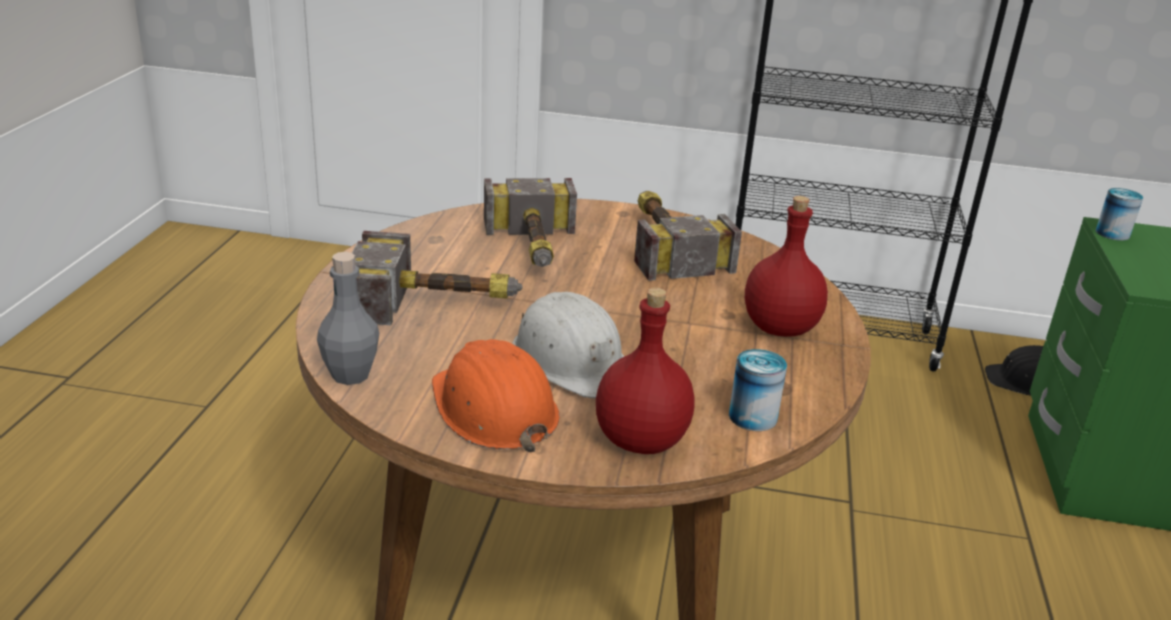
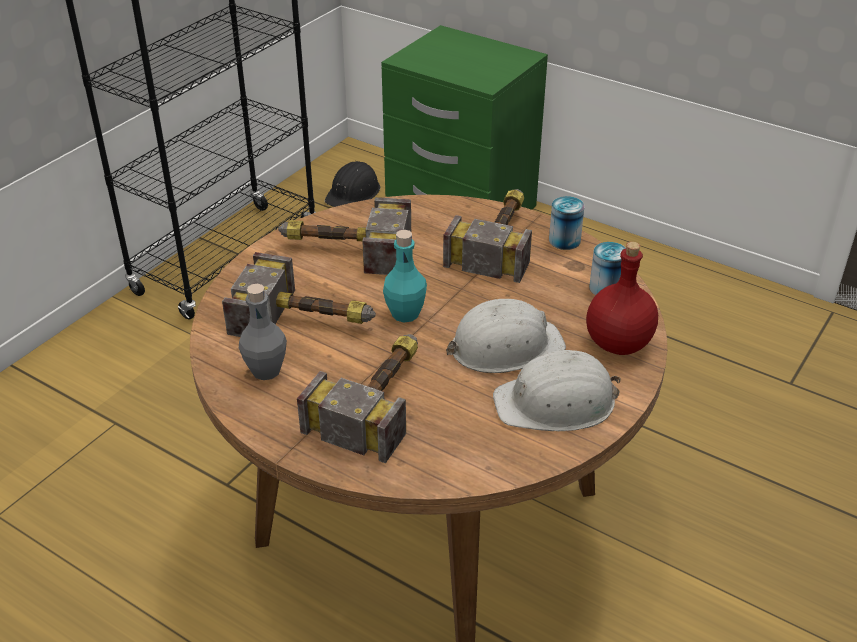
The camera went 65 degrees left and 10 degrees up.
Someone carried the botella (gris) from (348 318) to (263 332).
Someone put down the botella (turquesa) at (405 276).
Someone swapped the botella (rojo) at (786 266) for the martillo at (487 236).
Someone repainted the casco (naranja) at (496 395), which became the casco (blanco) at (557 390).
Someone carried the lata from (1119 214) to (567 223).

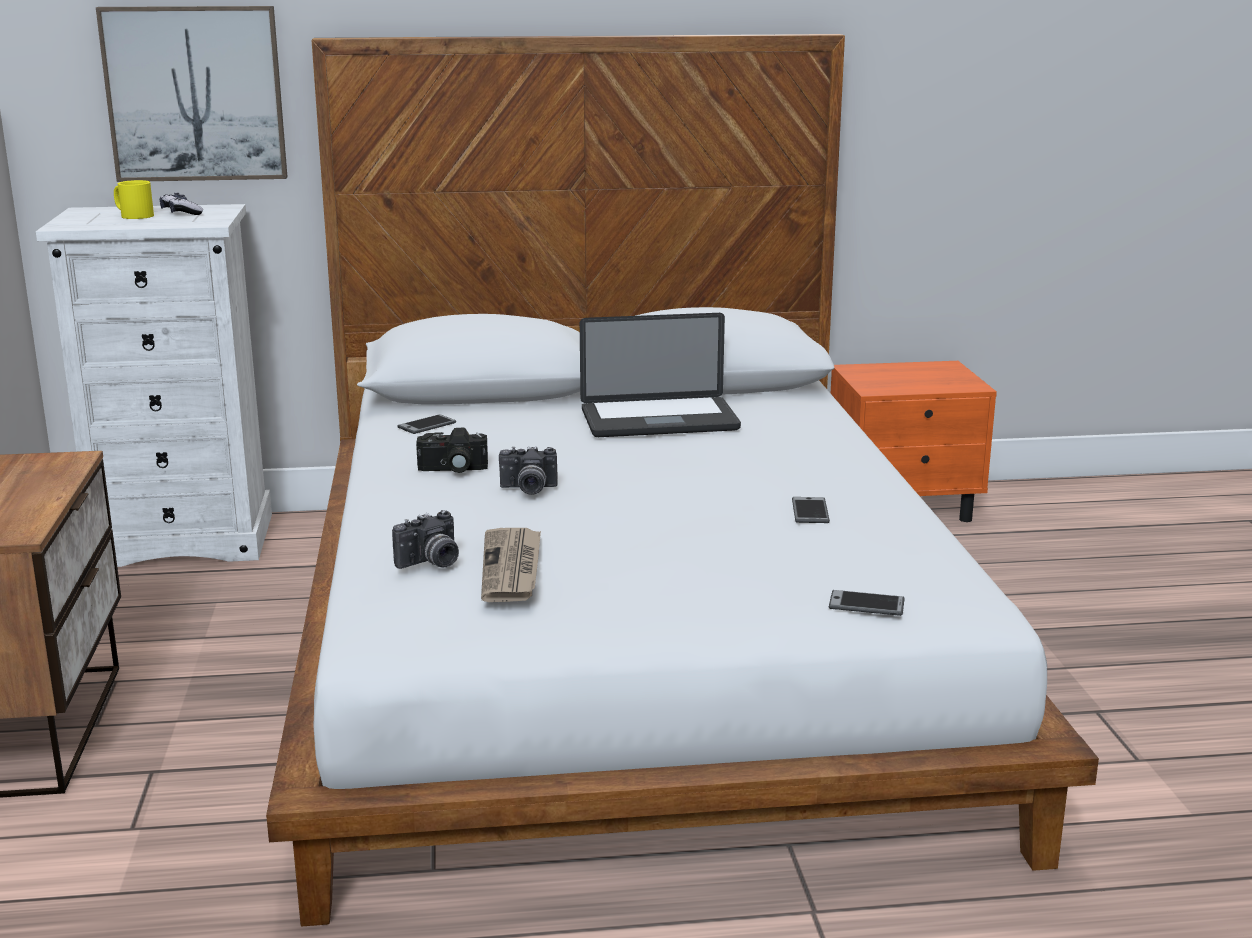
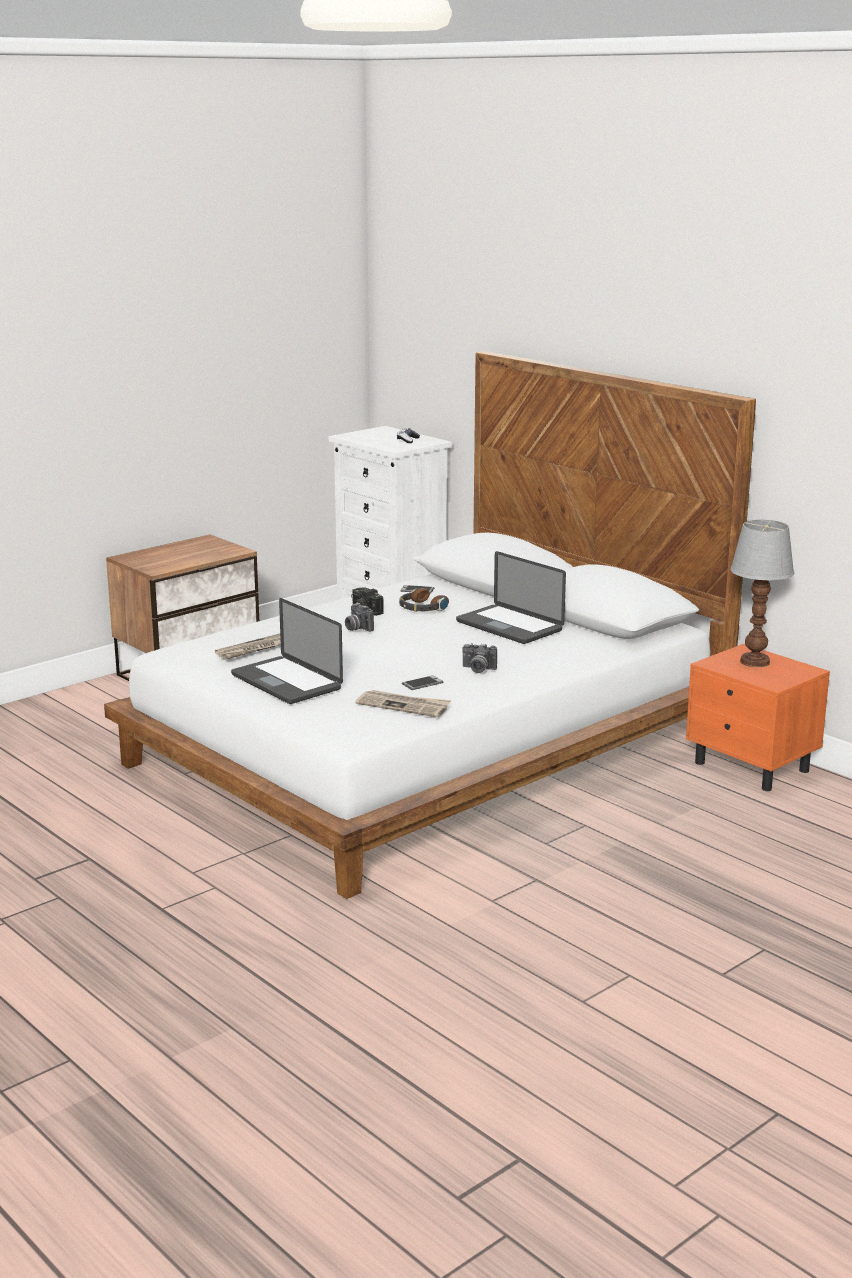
The camera went 55 degrees right and 0 degrees up.
Someone put down the portátil at (287 651).
Someone put down the periódico at (403 703).
Someone put down the auriculares at (424 599).
Someone carried the cámara from (425 539) to (479 658).
Someone put down the lámpara de mesa at (762 593).
Someone took away the cuadro at (191 94).
Someone took away the taza grande (amarillo) at (134 199).
Someone took away the móvil at (866 603).

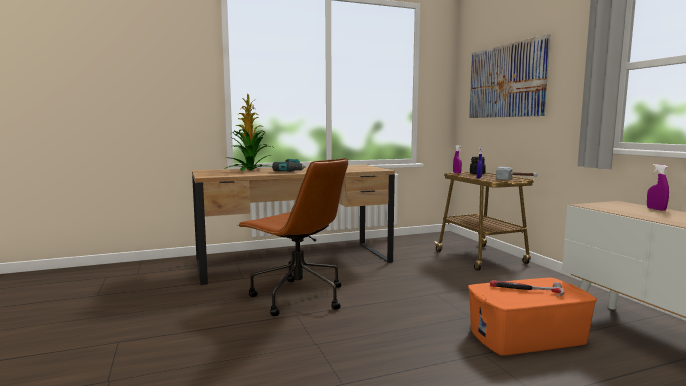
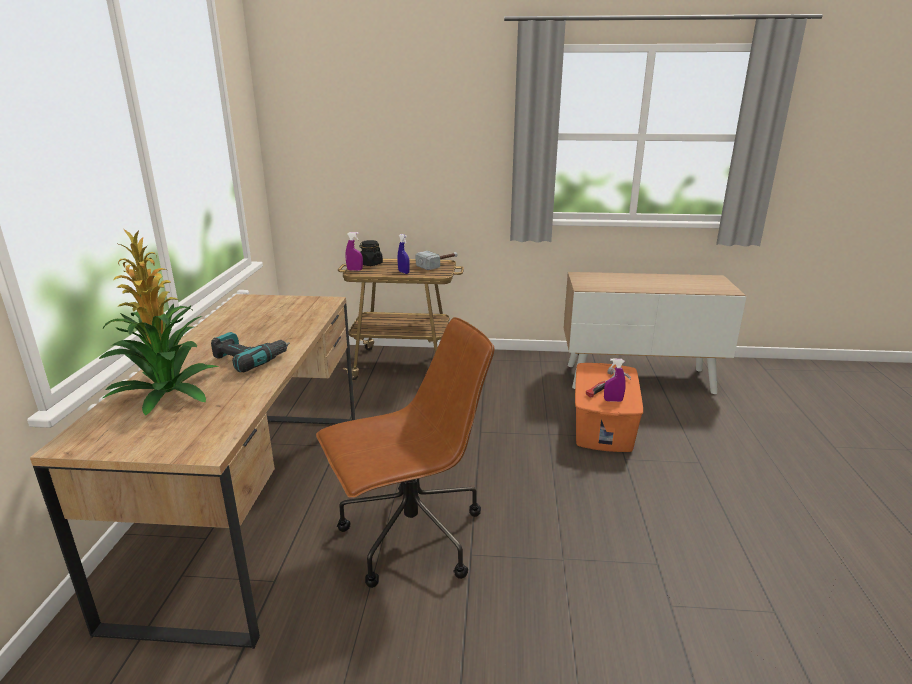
The camera went 65 degrees left and 15 degrees up.
Someone carried the pulverizador (morado) from (658 187) to (615 380).
Someone took away the cuadro at (509 76).

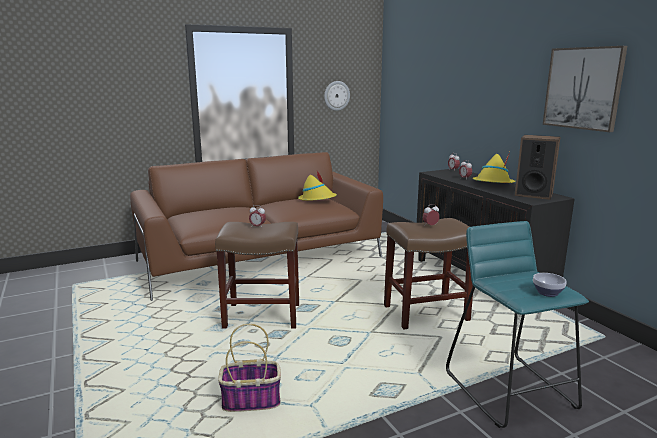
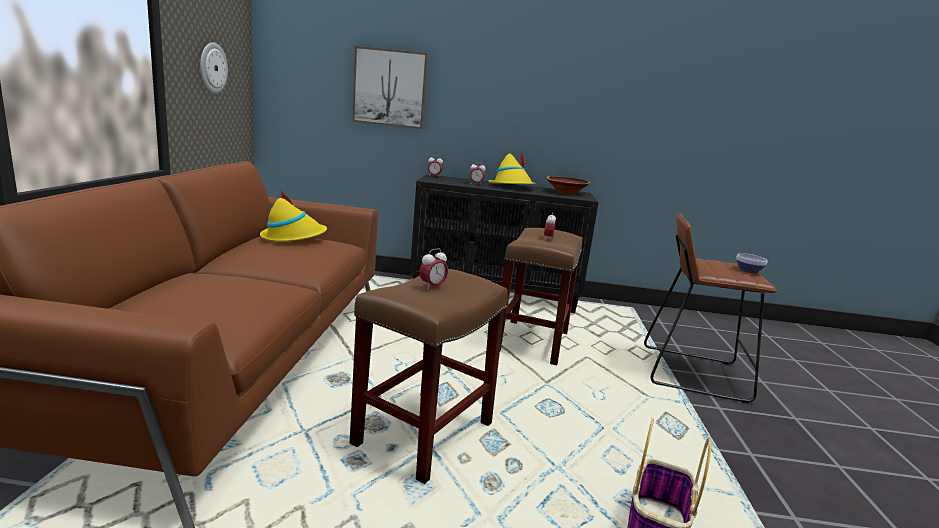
The camera went 60 degrees left and 0 degrees up.
Someone carried the cuadro from (585 89) to (390 87).
Someone swapped the altavoz at (537 167) for the cuenco (marrón) at (568 185).
Someone repainted the taburete (turquesa) at (517 324), which became the taburete (marrón) at (710 308).

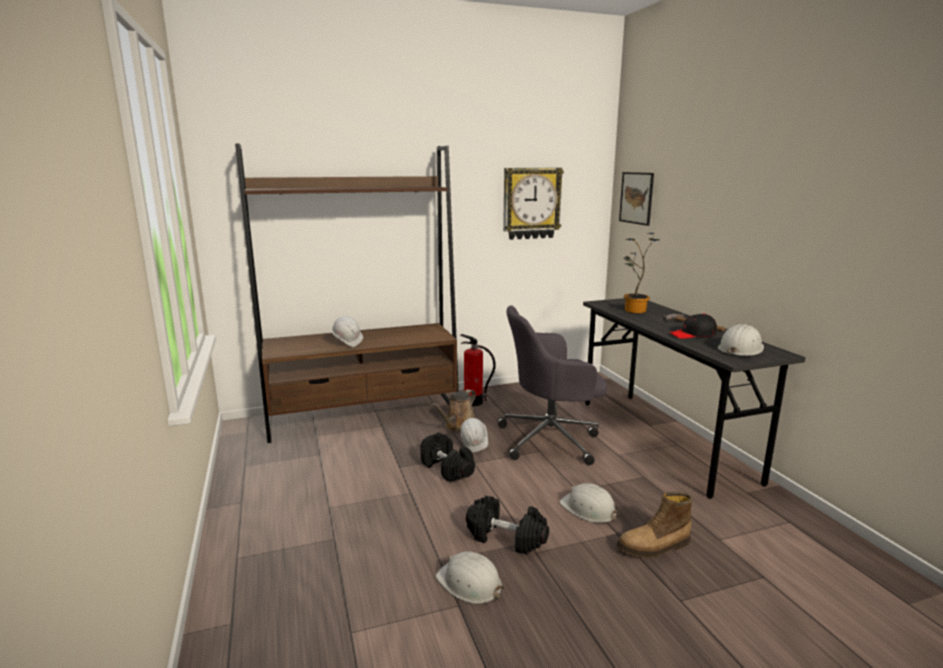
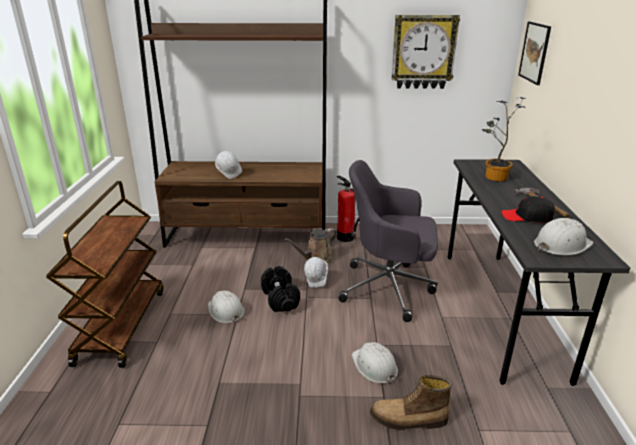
The camera went 20 degrees right and 10 degrees up.
Someone put down the carrito (marrón) at (104 274).
Someone carried the casco (blanco) from (469 577) to (226 307).
Someone took away the mancuerna (negro) at (507 525).

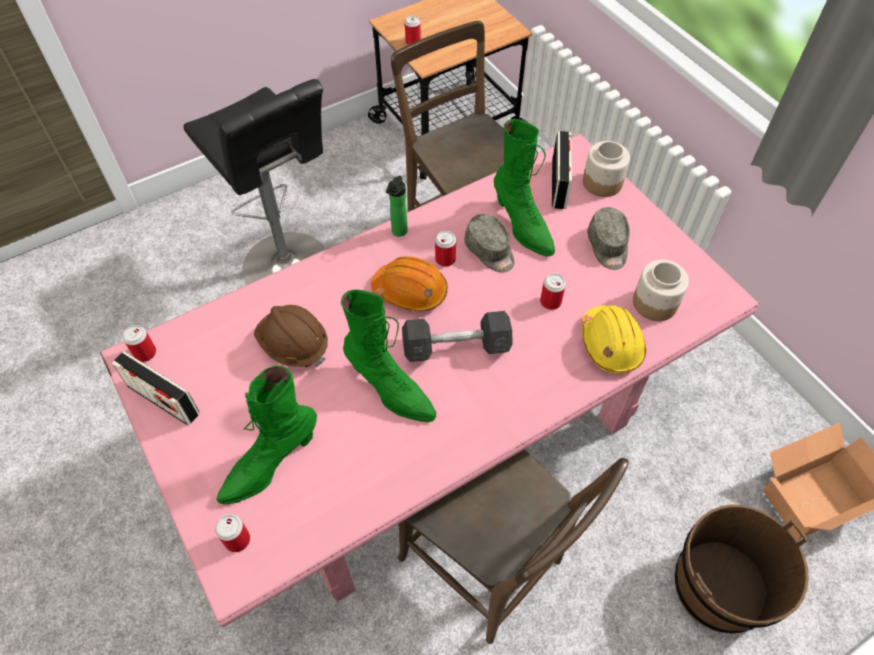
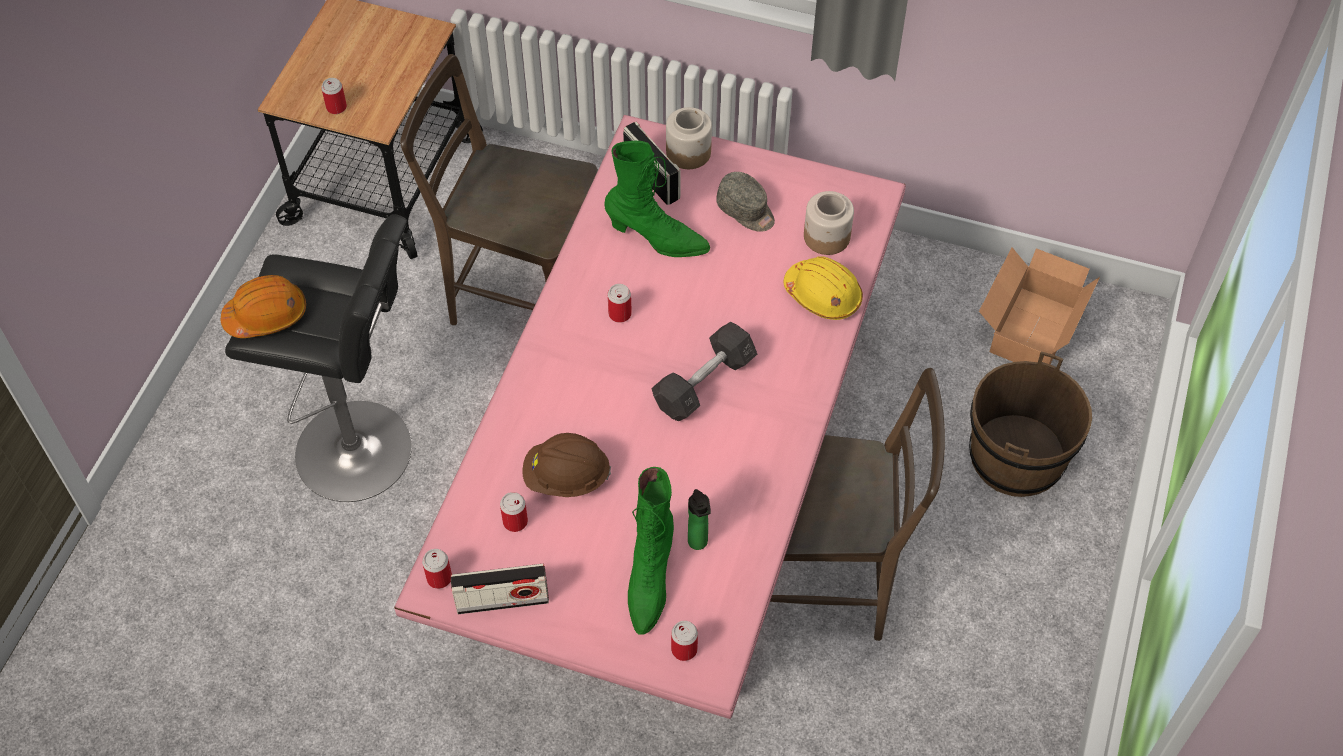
The camera went 40 degrees left and 0 degrees up.
Someone carried the casco (naranja) from (409 283) to (263 306).
Someone carried the lata from (553 291) to (514 512).
Someone carried the botella from (397 206) to (699 519).
Someone took away the bota (verde) at (388 355).
Someone took away the gorra (gris) at (489 243).

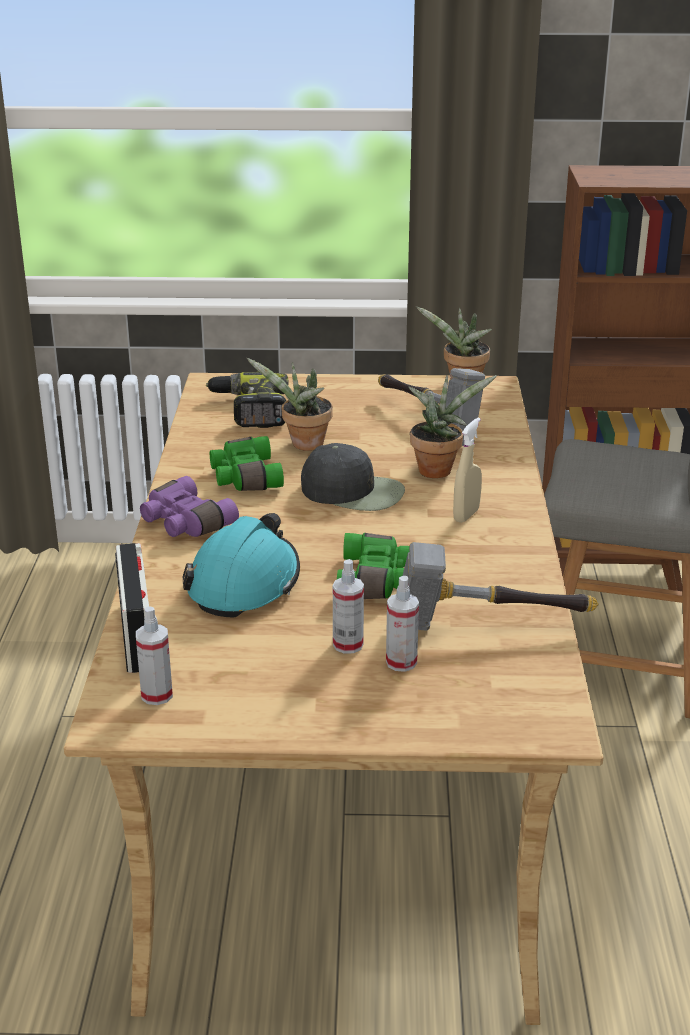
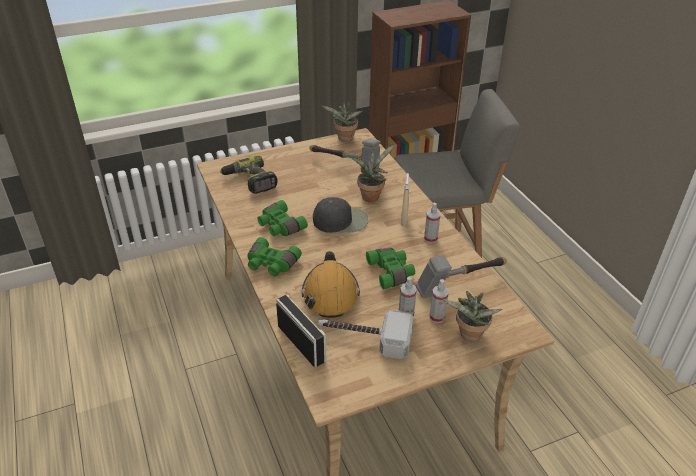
The camera went 25 degrees left and 10 degrees up.
Someone repainted the prismáticos (morado) at (189 506), which became the prismáticos (verde) at (274 256).
Someone repainted the casco (turquesa) at (241 565), which became the casco (naranja) at (331 284).
Someone put down the martillo at (366 334).
Someone carried the pulverizador from (154 655) to (432 223).
Someone carried the planta en maceta from (290 404) to (473 316).

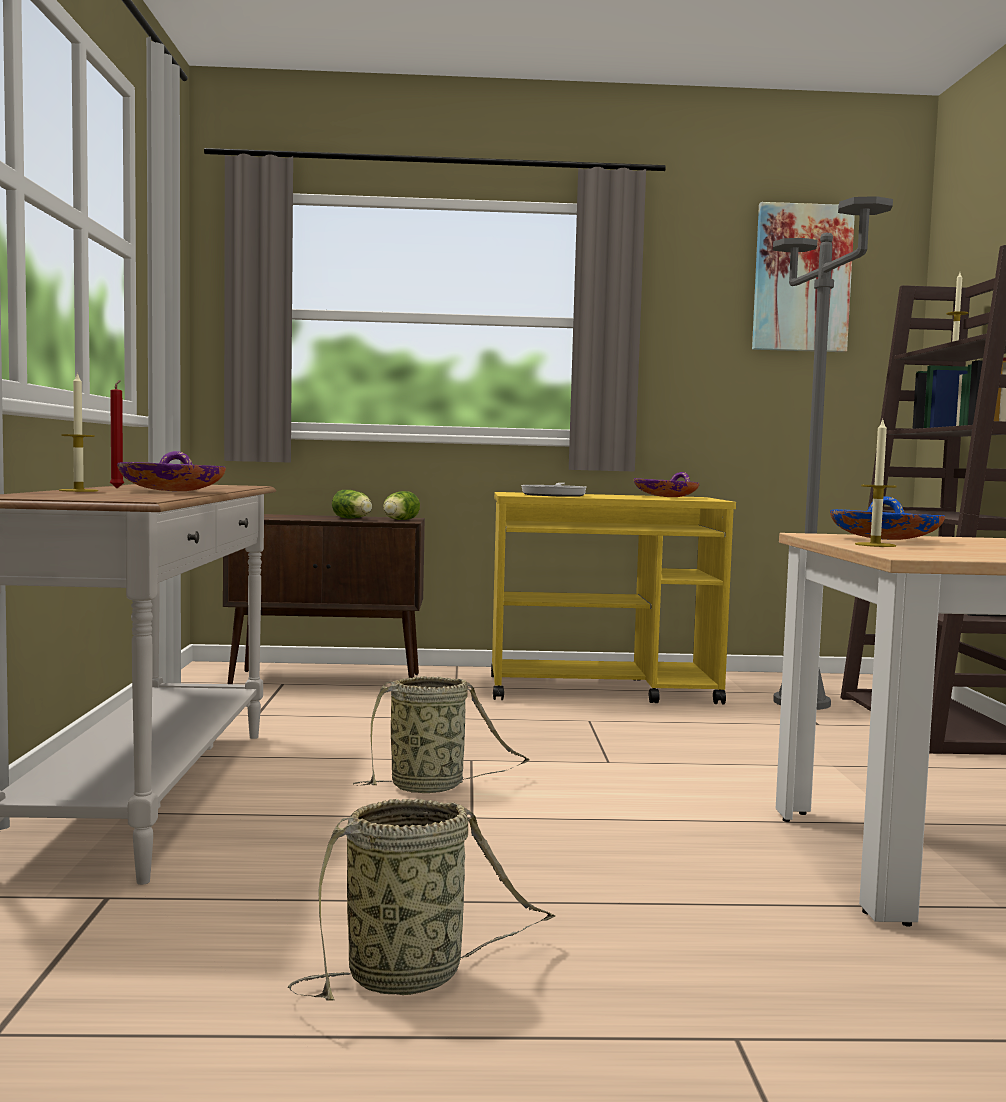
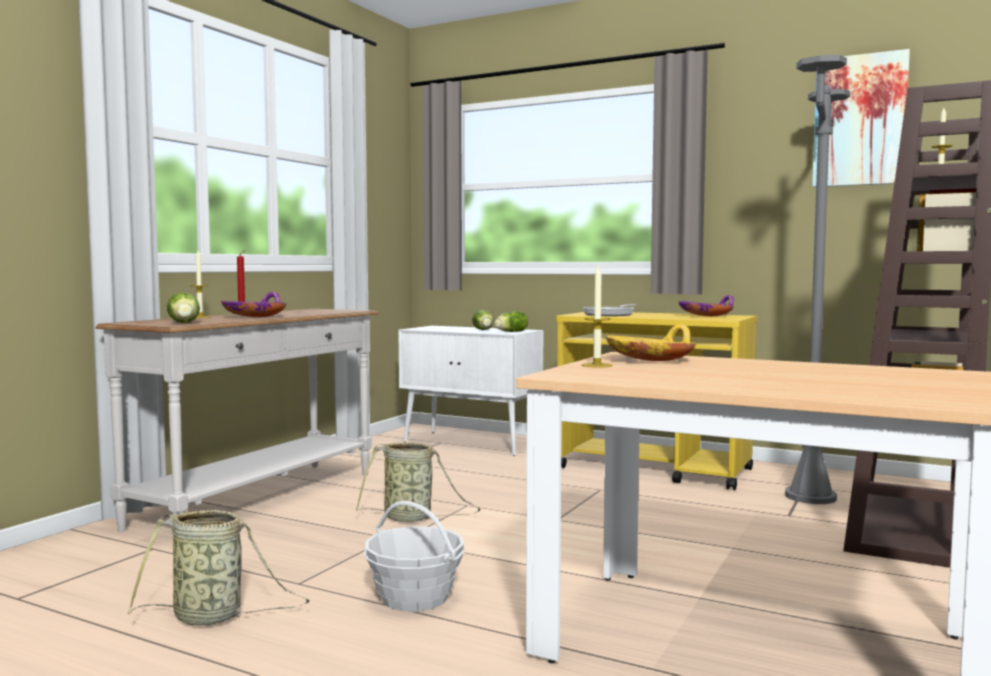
The camera went 30 degrees right and 0 degrees up.
Someone put down the lechuga at (183 307).
Someone put down the cesta at (414 556).
Someone repainted the armario (marrón) at (324 599), which became the armario (blanco) at (470 391).
Someone repainted the cuenco (azul) at (887 518), which became the cuenco (amarillo) at (651 342).

